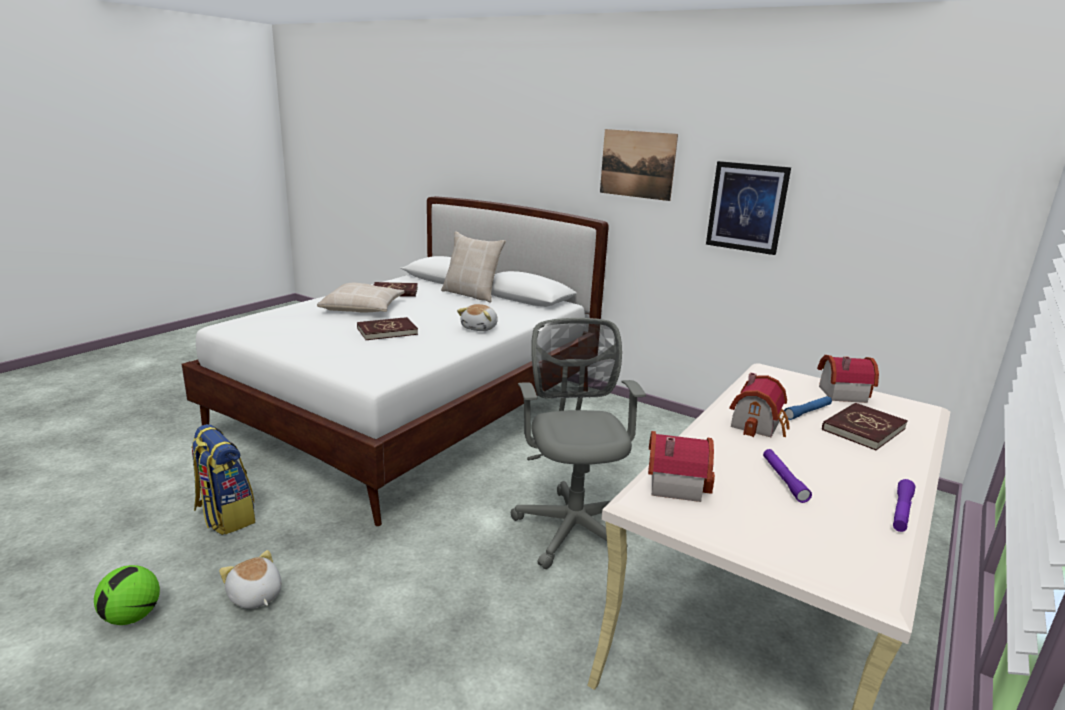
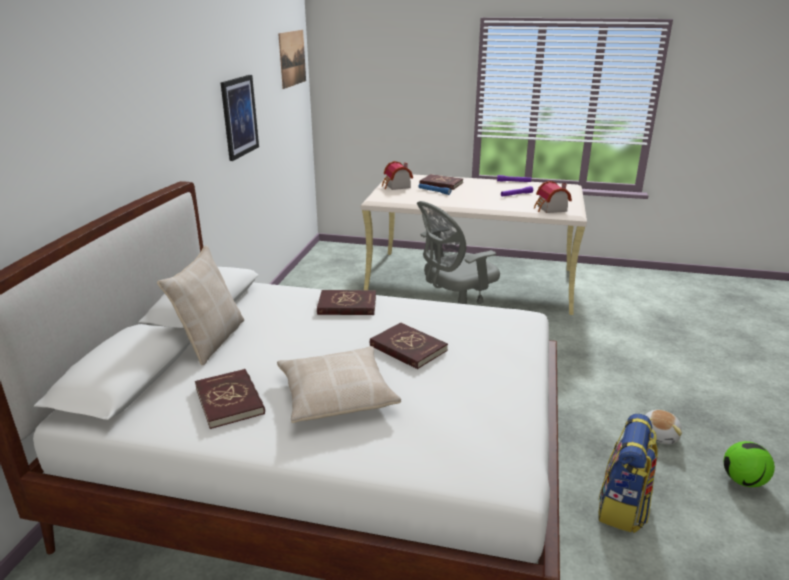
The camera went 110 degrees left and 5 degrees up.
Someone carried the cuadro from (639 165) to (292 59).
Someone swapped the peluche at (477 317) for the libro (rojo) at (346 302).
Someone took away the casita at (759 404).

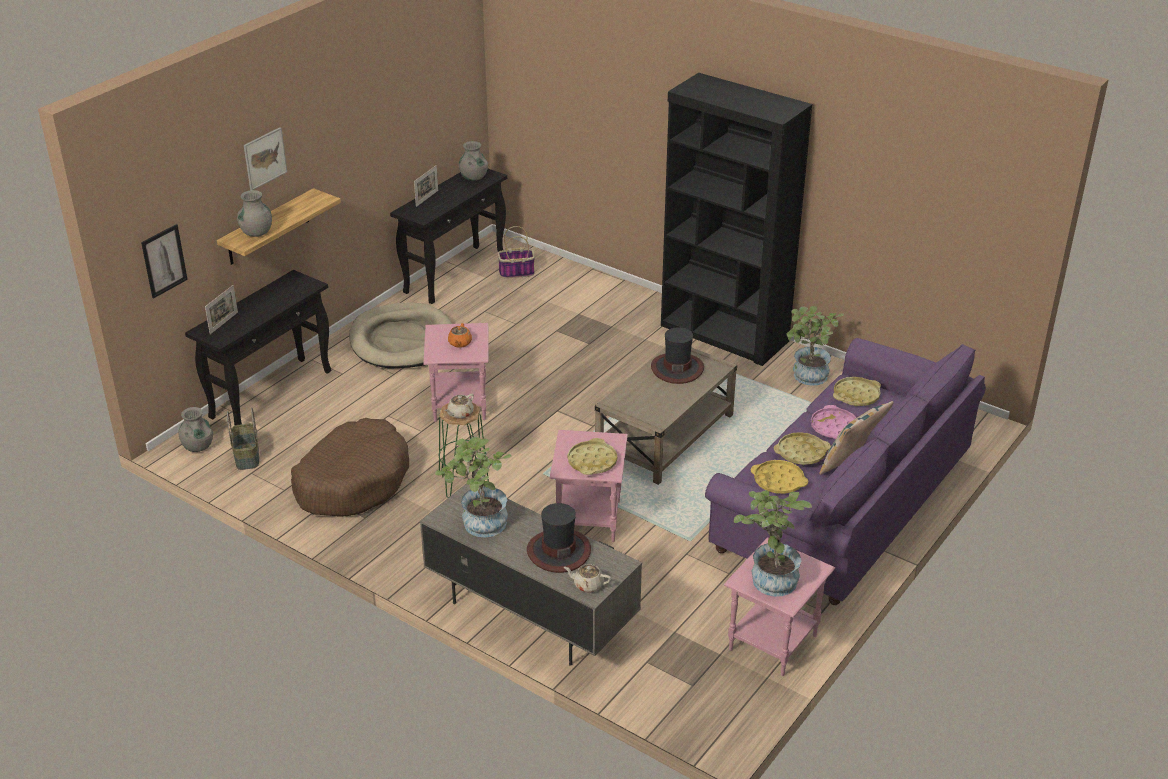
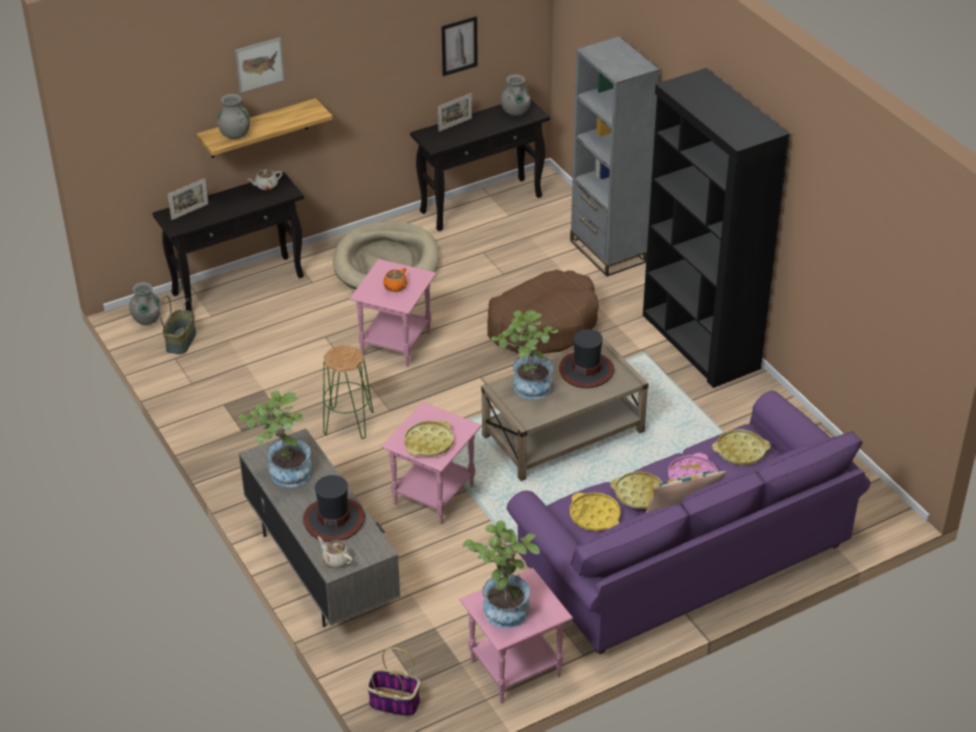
The camera went 25 degrees right and 5 degrees up.
Someone carried the tetera (beis) from (459 406) to (264 179).
Someone carried the cesta from (516 252) to (393 682).
Someone carried the cuadro from (164 261) to (459 46).
Someone carried the cama para perro (marrón) from (350 467) to (543 312).
Someone carried the planta en maceta from (815 346) to (525 355).
Someone put down the estantería (gris) at (615 157).

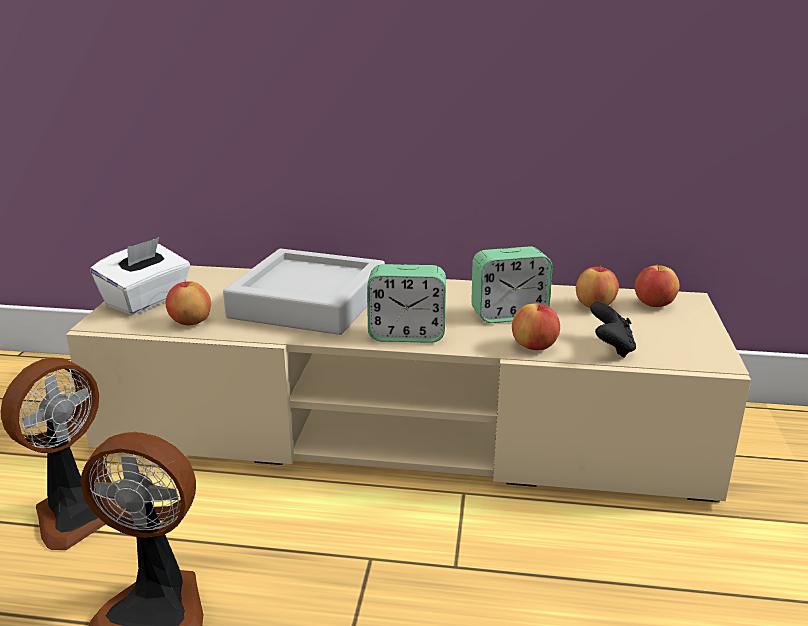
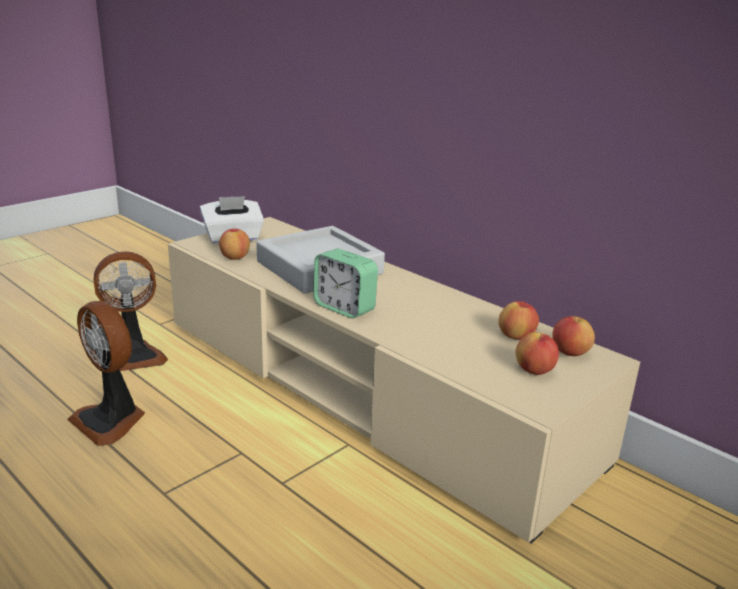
The camera went 35 degrees right and 0 degrees up.
Someone carried the manzana from (536 326) to (537 353).
Someone took away the despertador at (512 284).
Someone took away the mando de consola (negro) at (613 330).

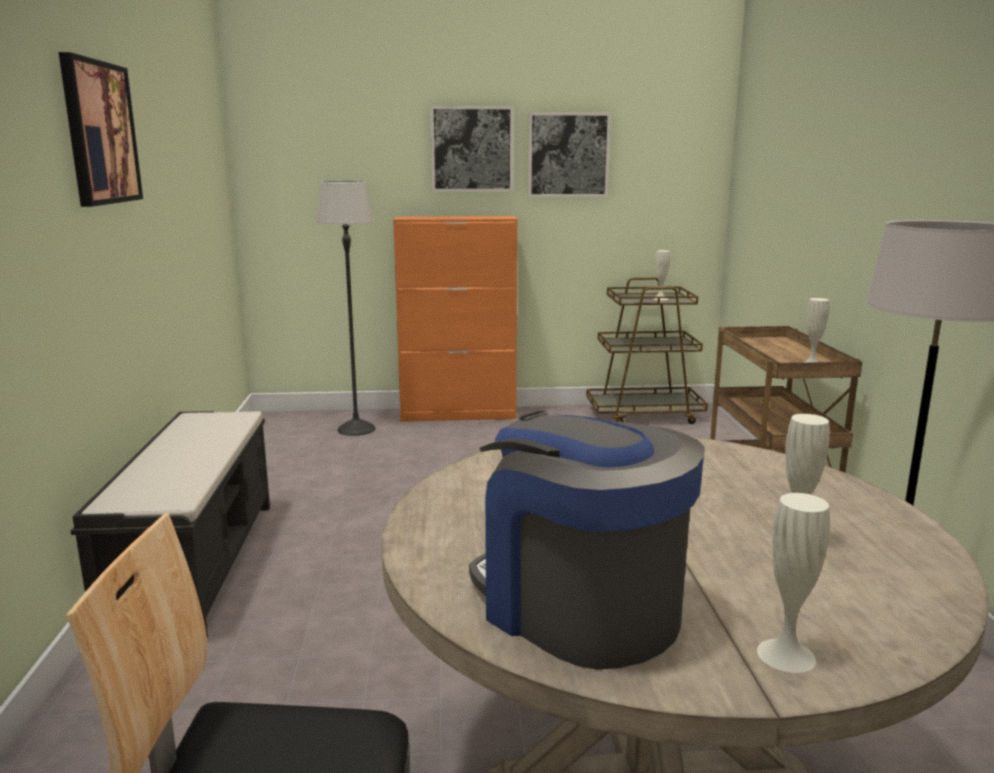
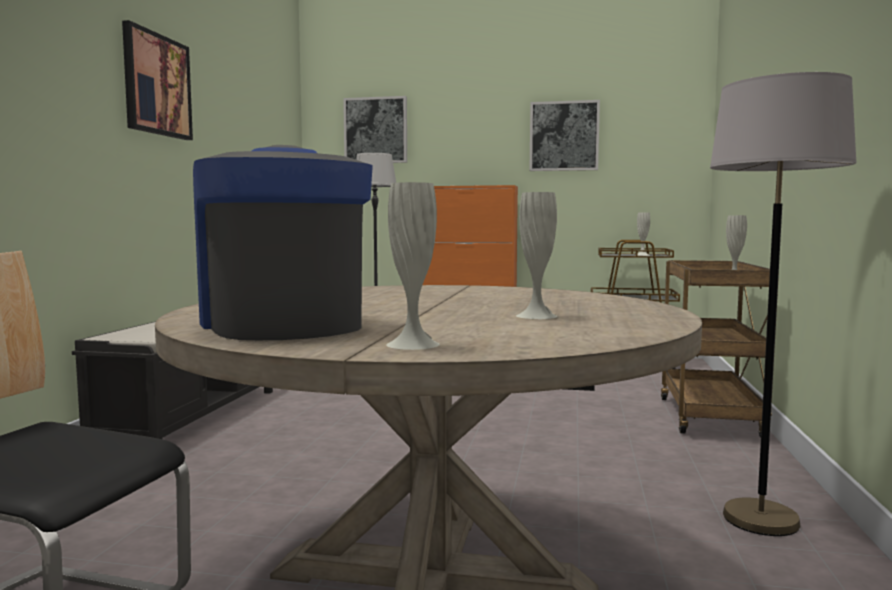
The camera went 15 degrees right and 10 degrees down.
Someone carried the cuadro from (471 149) to (375 129).

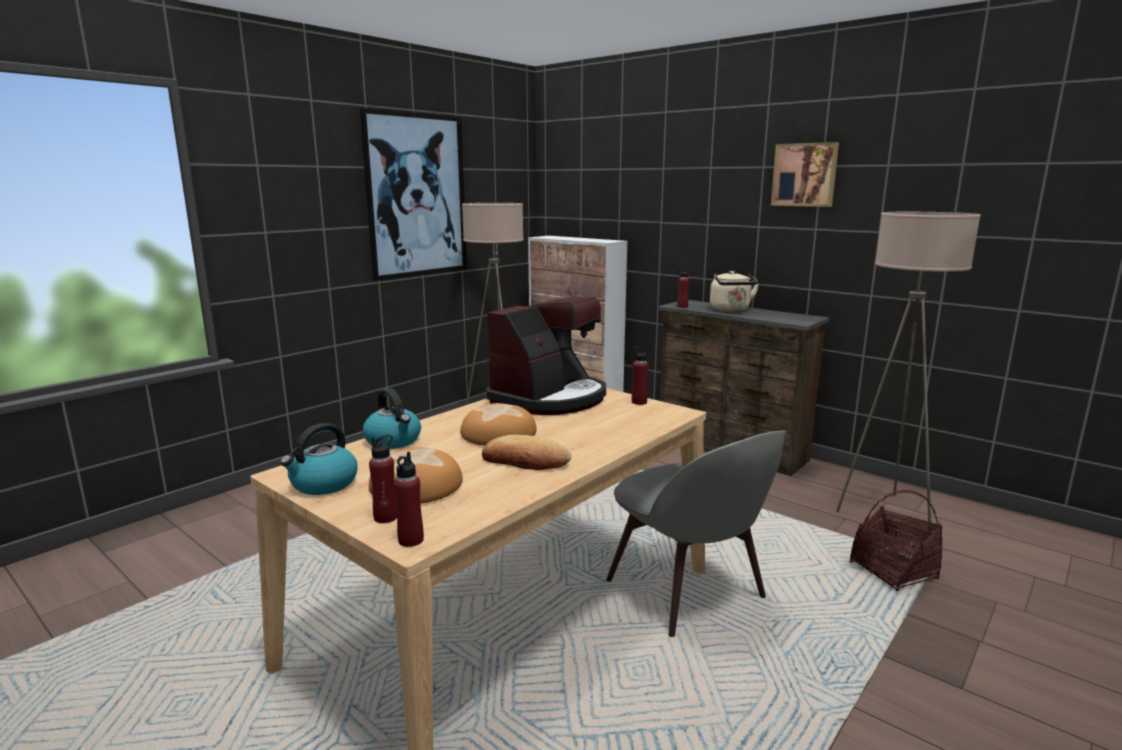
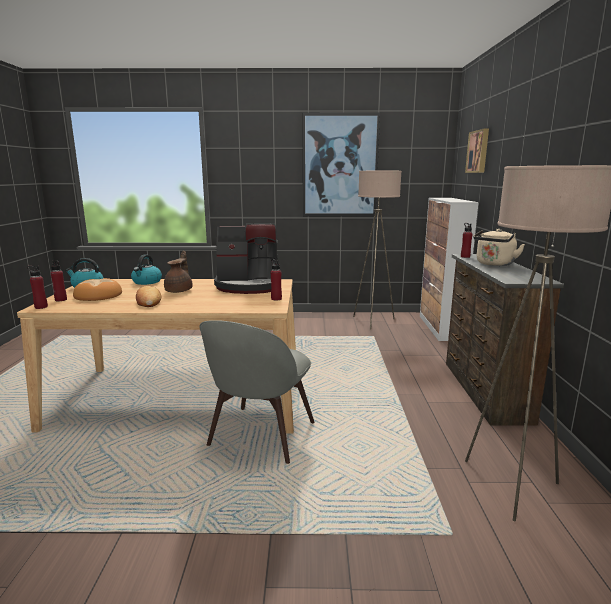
The camera went 50 degrees right and 0 degrees up.
Someone swapped the pan at (498 424) for the tetera (marrón) at (178 272).
Someone carried the cuadro from (805 174) to (477 151).
Someone took away the cesta at (896 540).

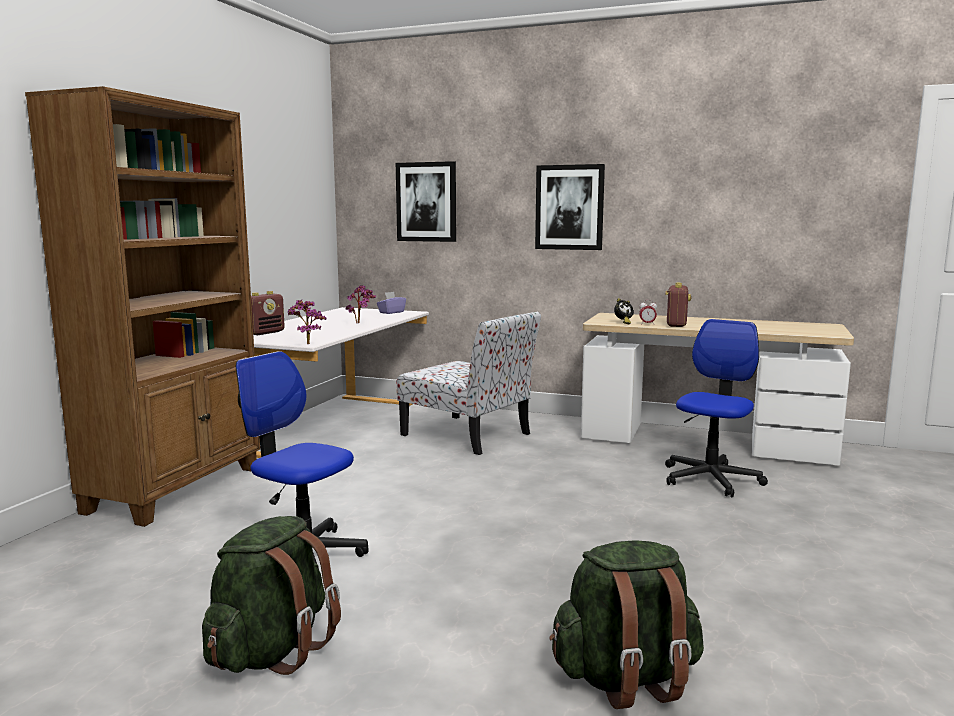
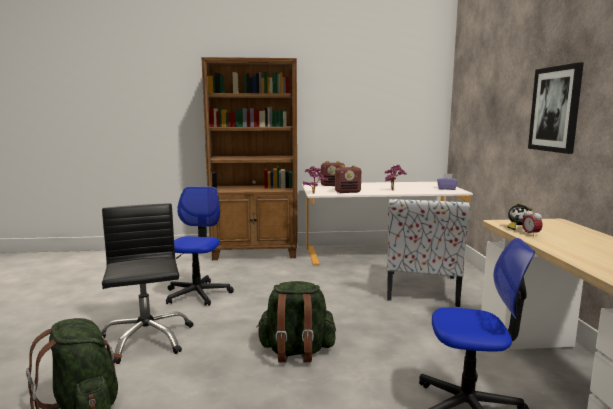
The camera went 65 degrees right and 0 degrees up.
Someone put down the silla de oficina (negro) at (147 283).
Someone carried the mochila (verde) from (271 595) to (296 322).
Someone carried the radio from (678 305) to (348 179).
Someone took away the cuadro at (426 201).

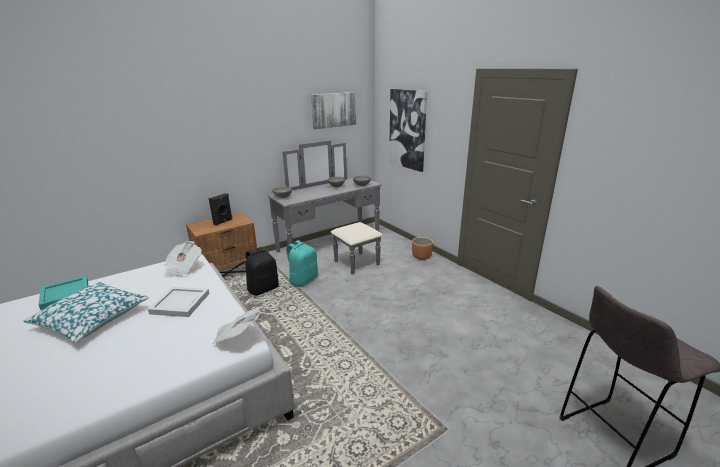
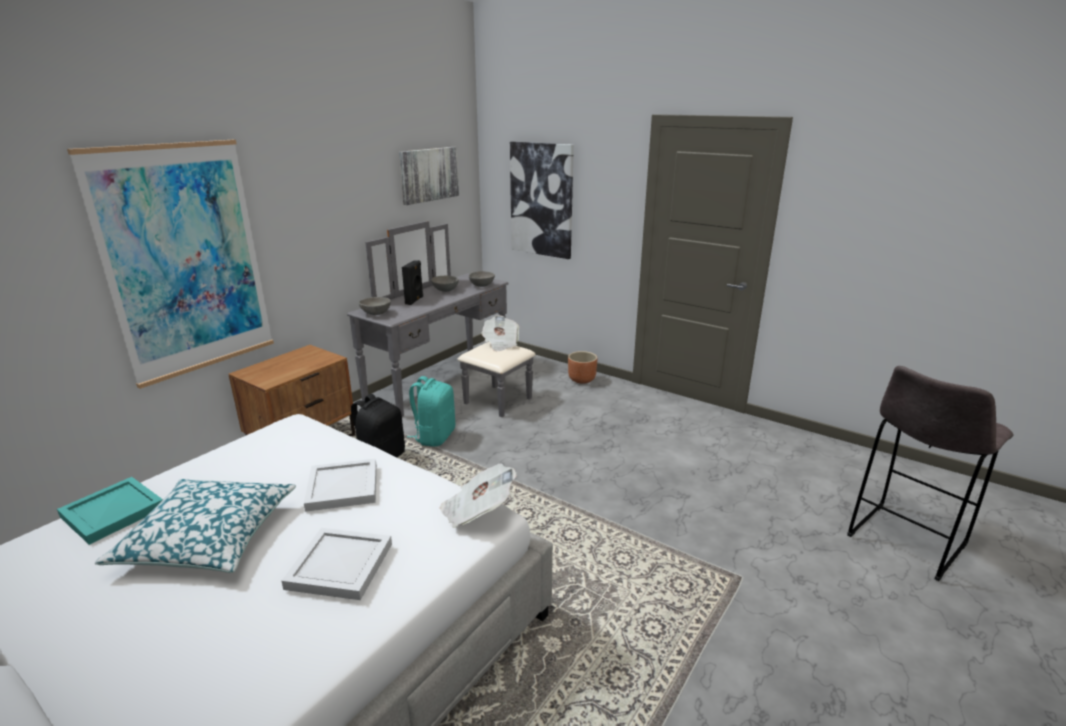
The camera went 20 degrees left and 0 degrees up.
Someone put up the cuadro at (170 264).
Someone put down the bandeja (blanco) at (337 564).
Someone carried the altavoz (negro) from (220 209) to (412 282).
Someone carried the periódico from (183 259) to (500 333).

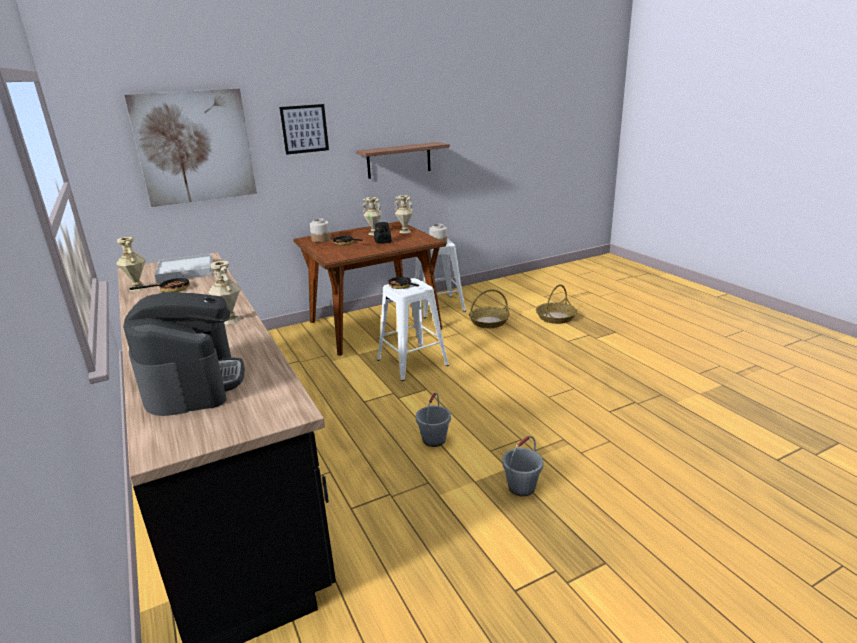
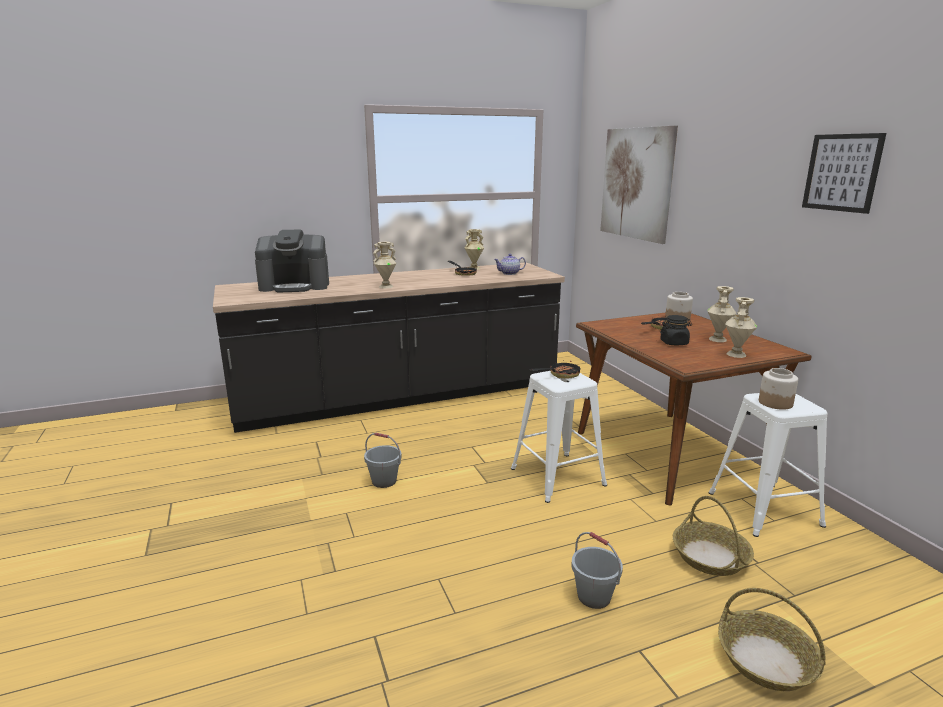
The camera went 95 degrees right and 5 degrees down.
Someone swapped the bandeja (blanco) at (184 268) for the tetera at (510 264).
Someone carried the cubo (gris) from (522 466) to (597 570).
Someone carried the cuadro from (304 129) to (844 173).
Someone took away the estante at (403 160).

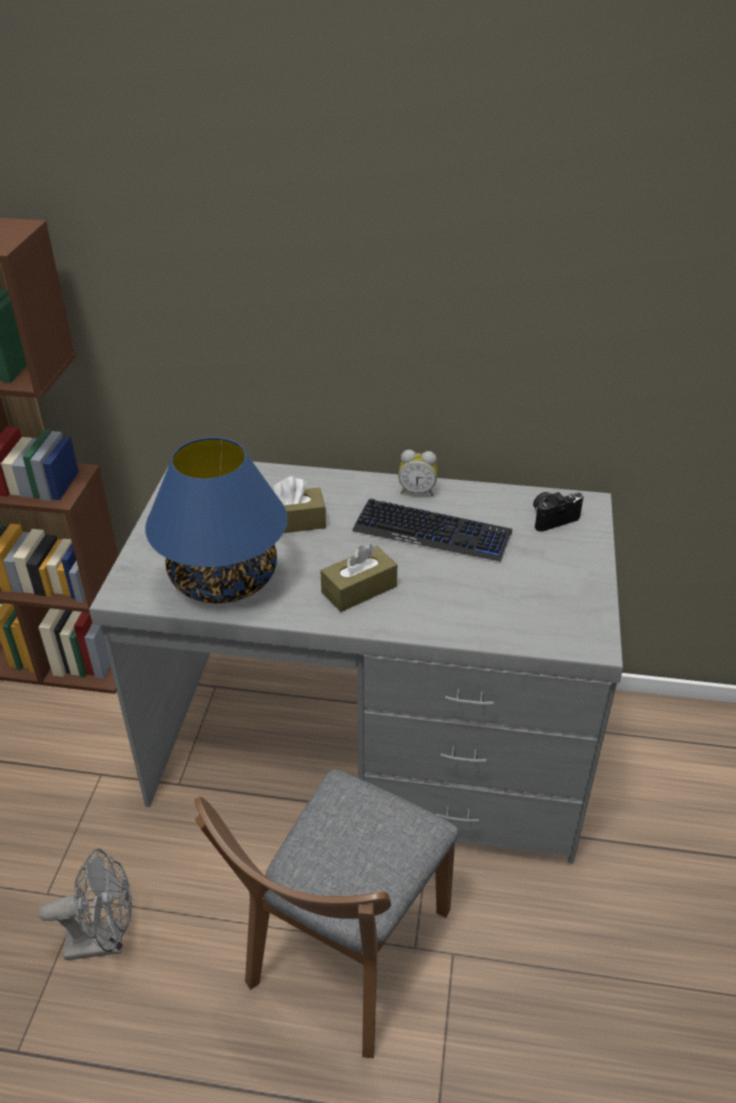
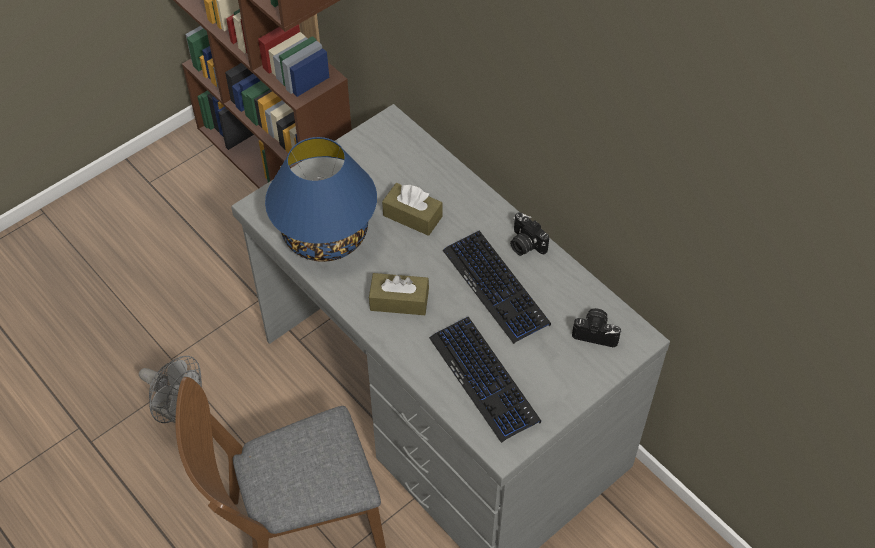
The camera went 40 degrees right and 15 degrees up.
Someone put down the teclado at (485 380).
Someone swapped the despertador at (418 473) for the cámara at (529 234).

